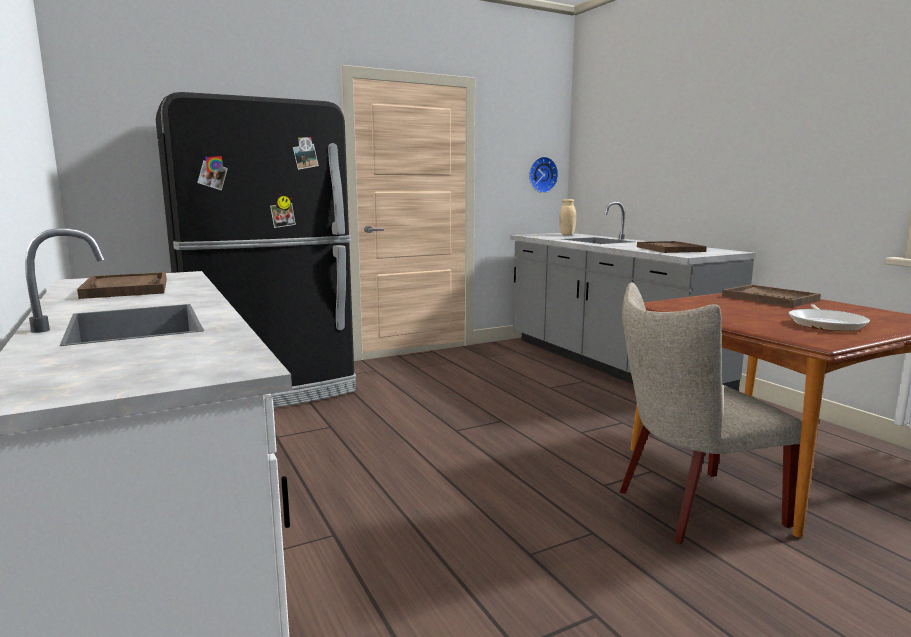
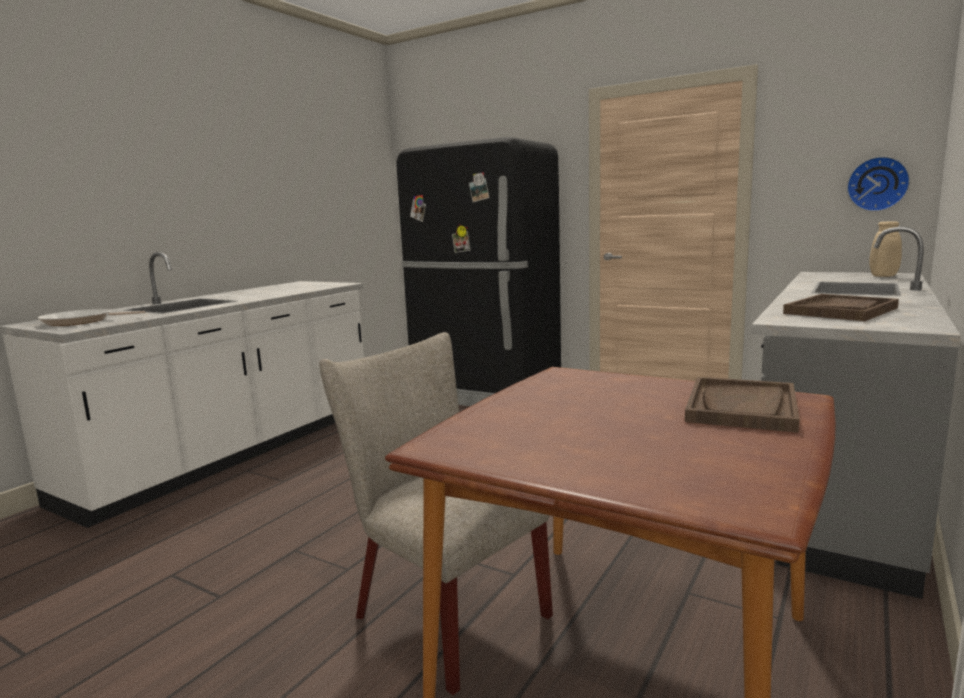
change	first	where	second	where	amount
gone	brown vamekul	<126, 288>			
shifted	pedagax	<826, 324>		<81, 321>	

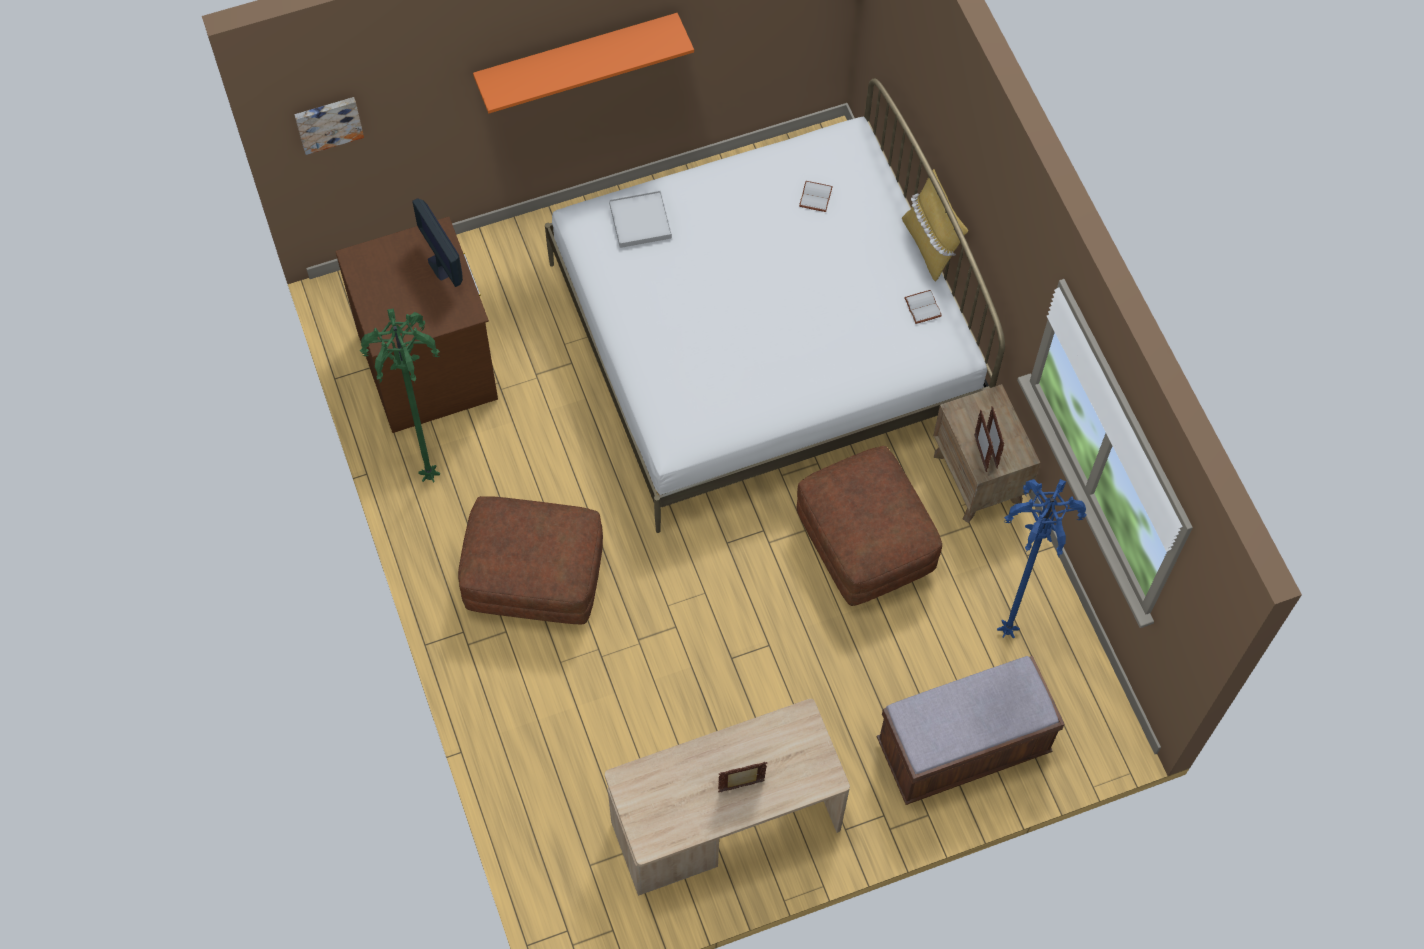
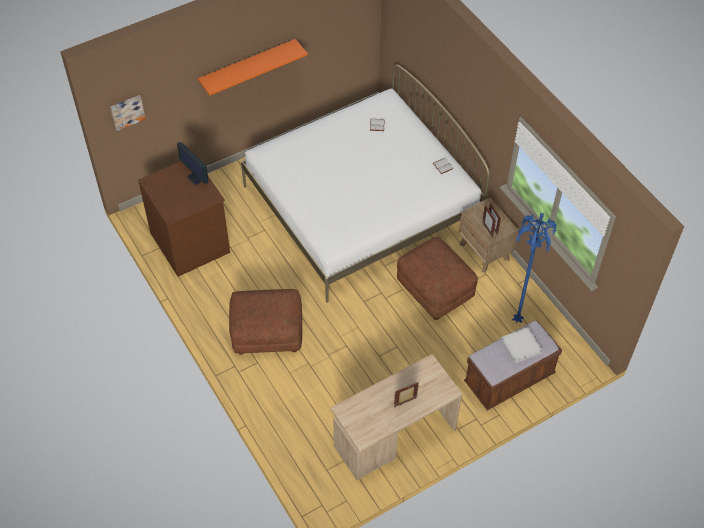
change	first	where	second	where	amount
gone	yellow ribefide	<930, 246>			
shifted	white vamekul	<640, 221>		<521, 346>	
gone	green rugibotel	<432, 476>			

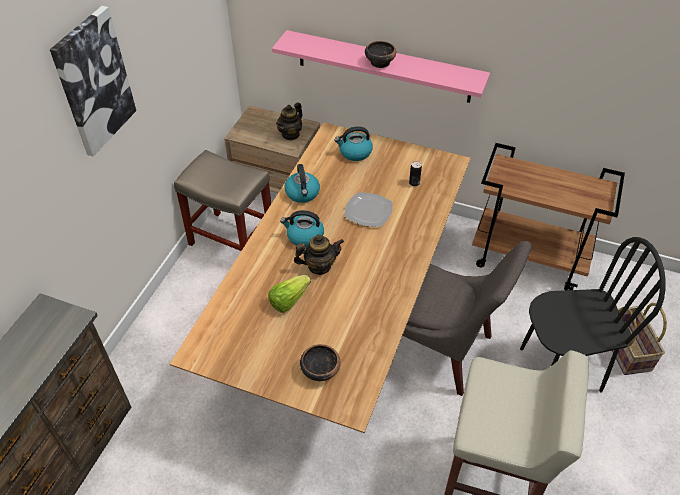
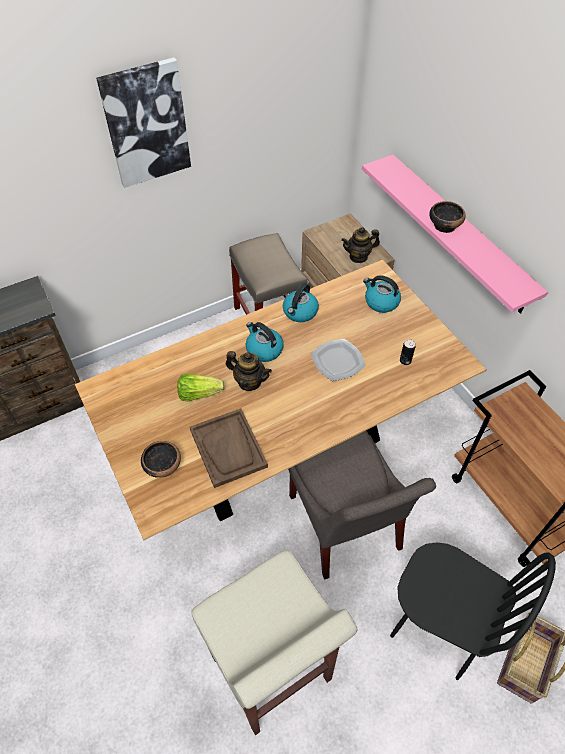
change	first	where	second	where	amount
new			brown vamekul	<228, 448>	

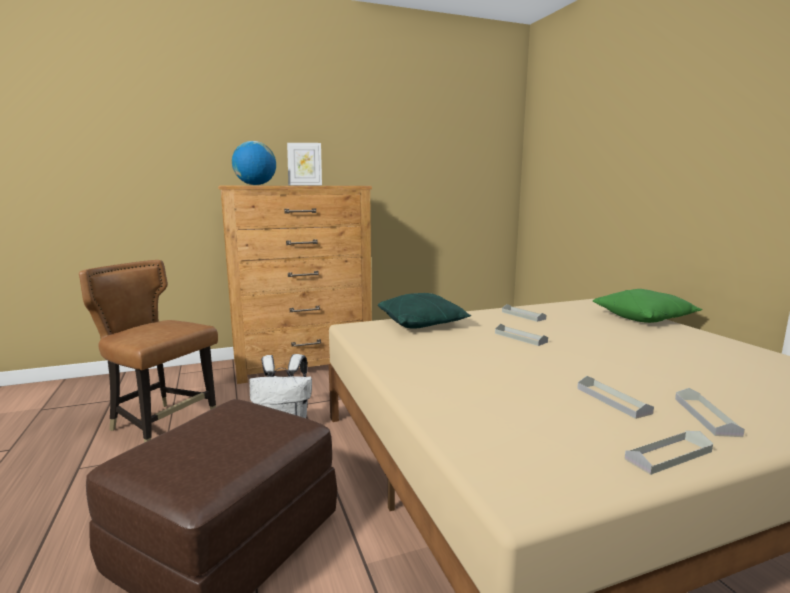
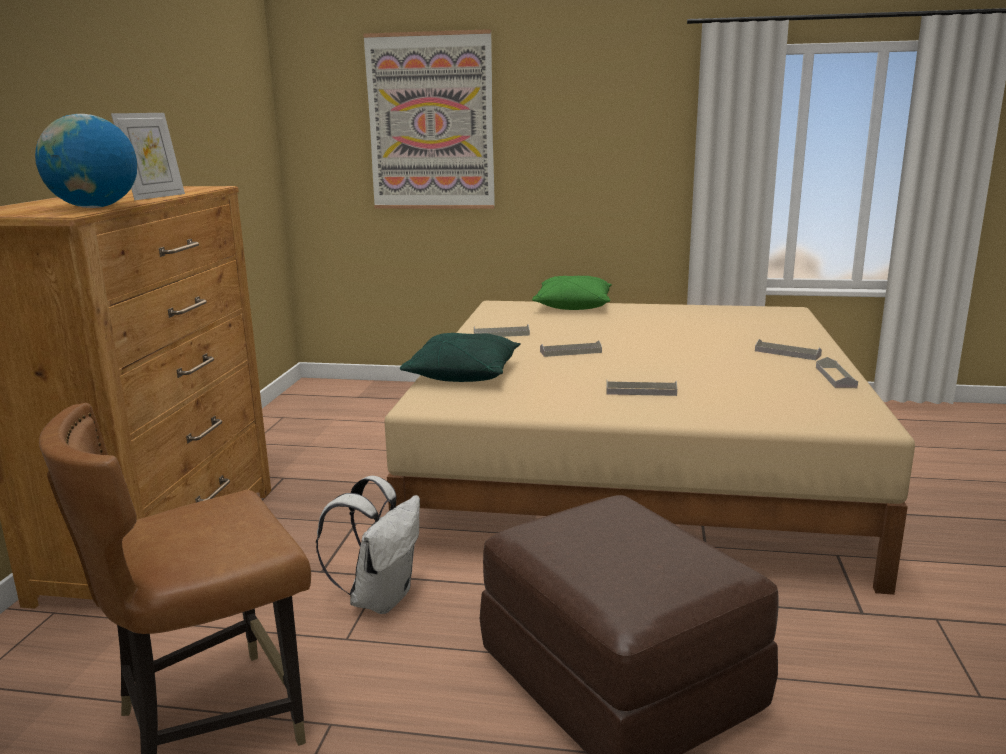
change	first	where	second	where	amount
shifted	grey vamekul	<612, 400>		<641, 391>	
new			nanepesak	<430, 122>	

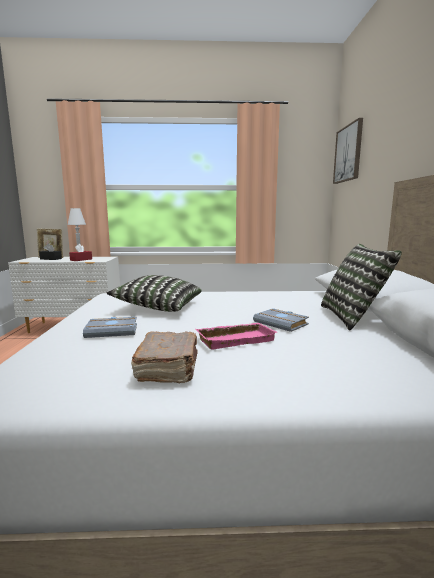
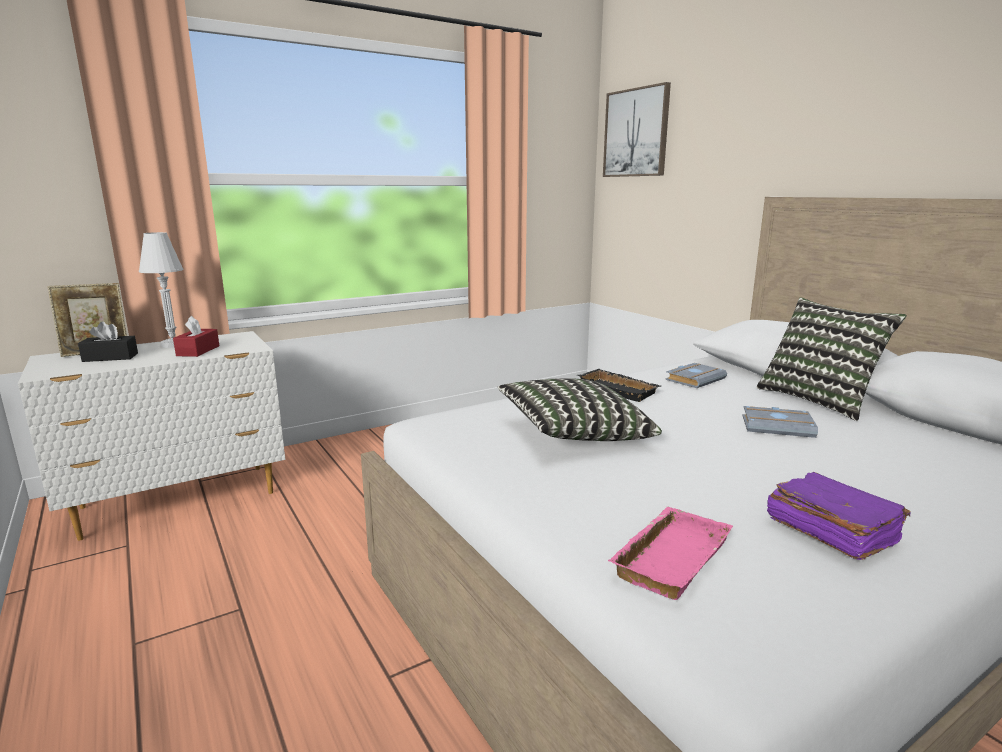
change	first	where	second	where	amount
shifted	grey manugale	<113, 331>		<694, 379>	
shifted	pink vamekul	<235, 339>		<669, 556>	
repainted	brown manugale	<169, 369>	purple manugale	<829, 531>	
new			black vamekul	<620, 390>	

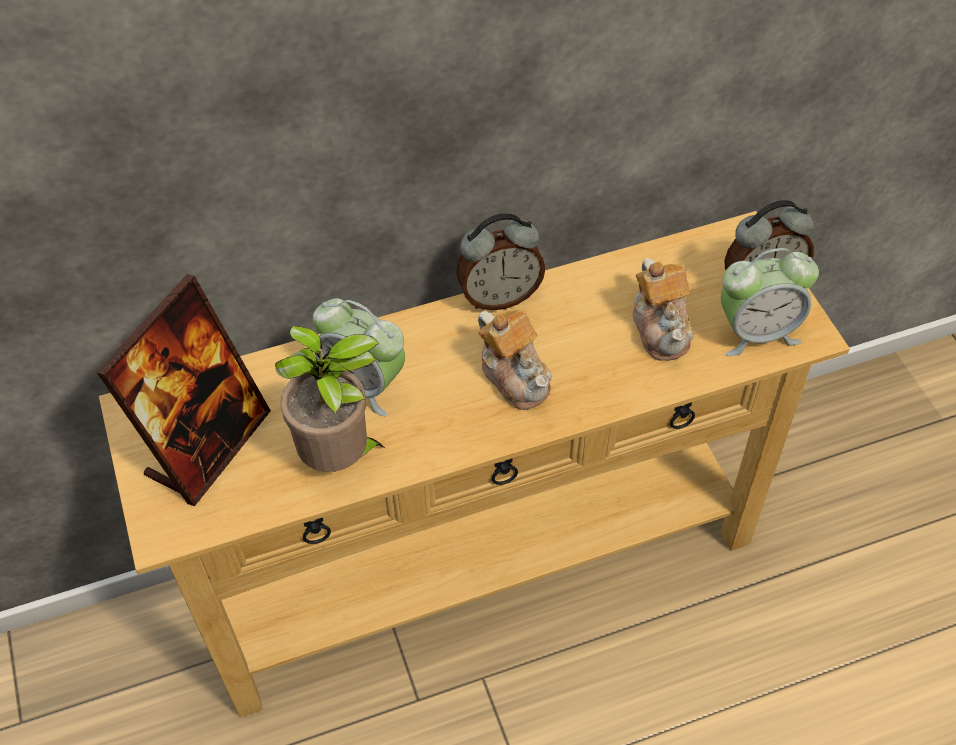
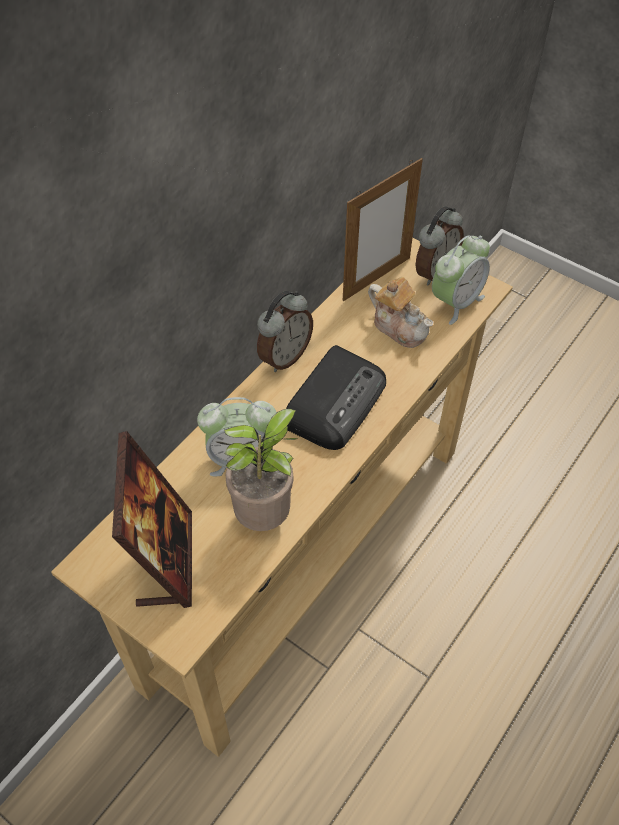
change	first	where	second	where	amount
swapped	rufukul	<515, 376>	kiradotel	<335, 402>	
new			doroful	<376, 278>	

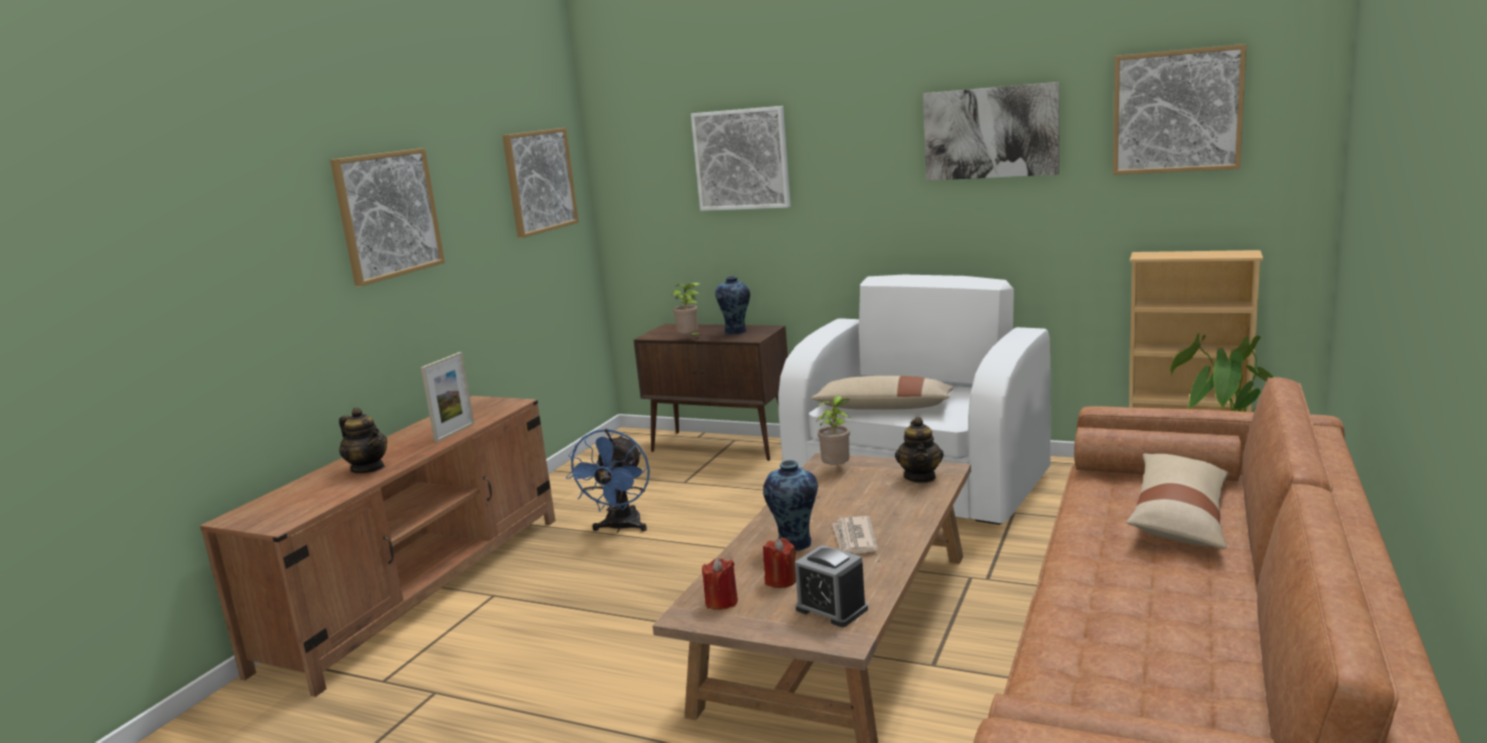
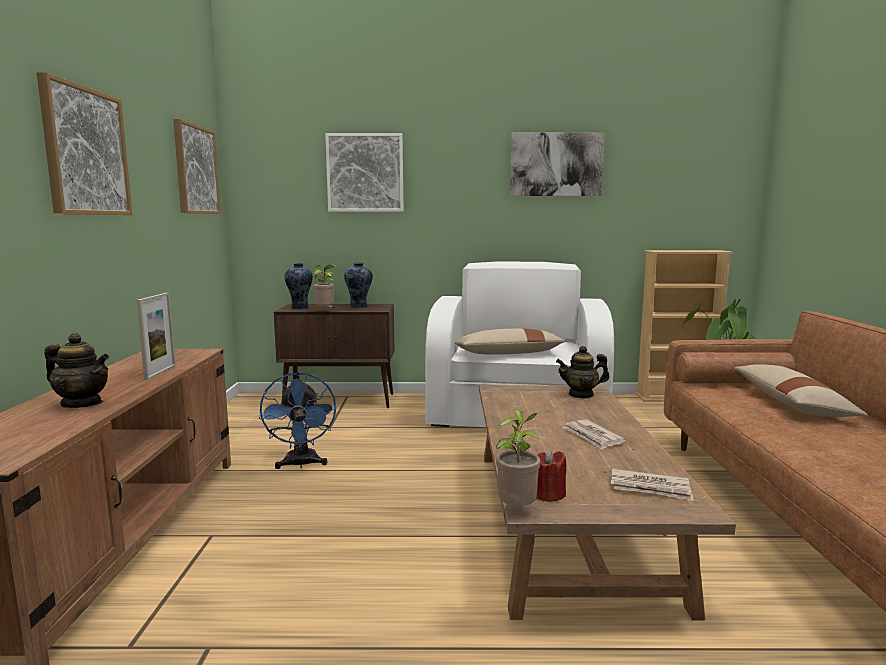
change	first	where	second	where	amount
gone	nanepesak	<1177, 111>			
shifted	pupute	<837, 470>		<517, 511>	
rotated	rufukul	<920, 477>		<581, 394>	105 degrees clockwise
shifted	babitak	<794, 544>		<300, 308>	
gone	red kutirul	<780, 580>			
swapped	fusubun	<831, 609>	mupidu	<650, 488>	

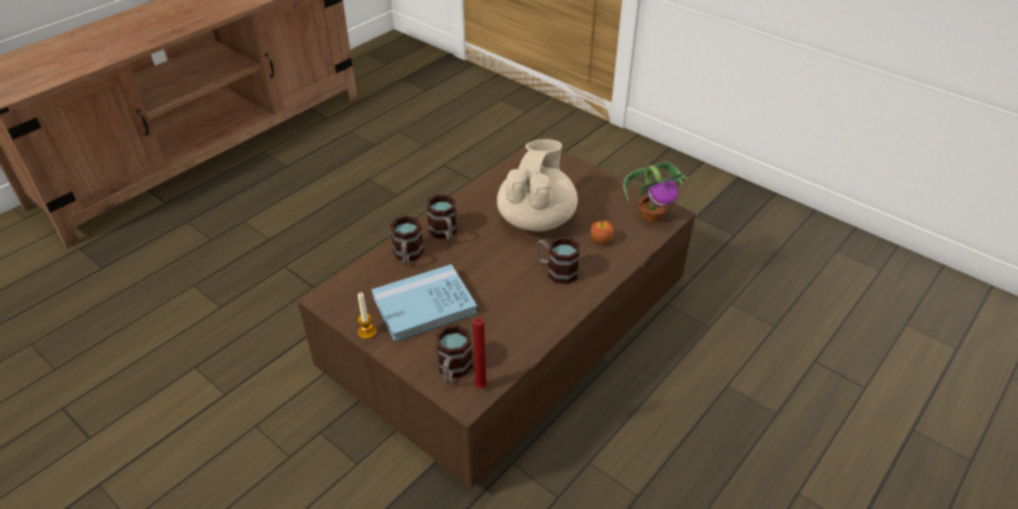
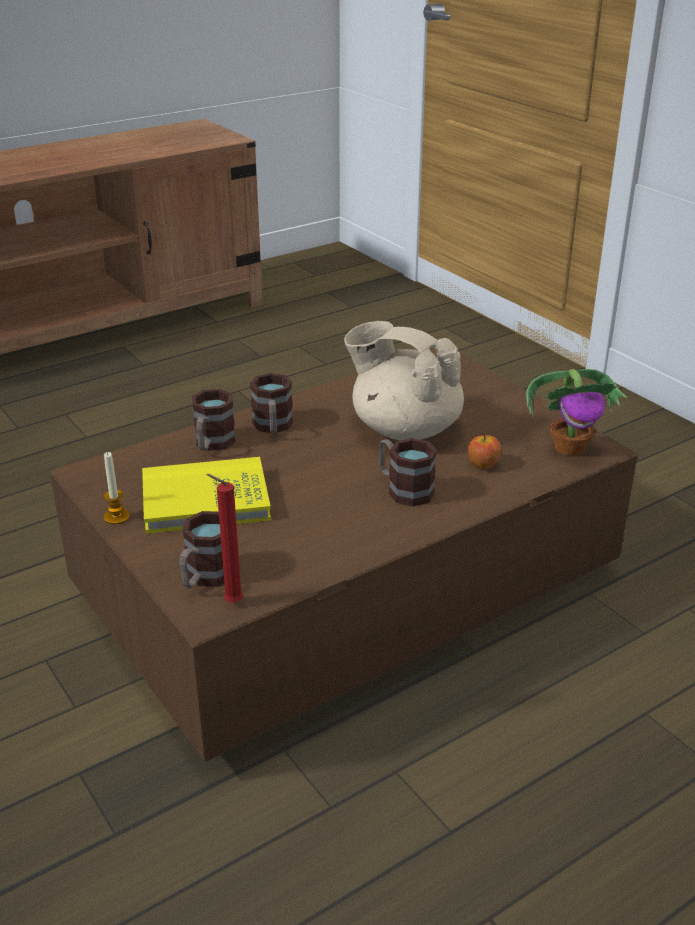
change	first	where	second	where	amount
rotated	beige rufukul	<536, 218>		<404, 428>	90 degrees counterclockwise
repainted	blue manugale	<424, 305>	yellow manugale	<205, 500>	

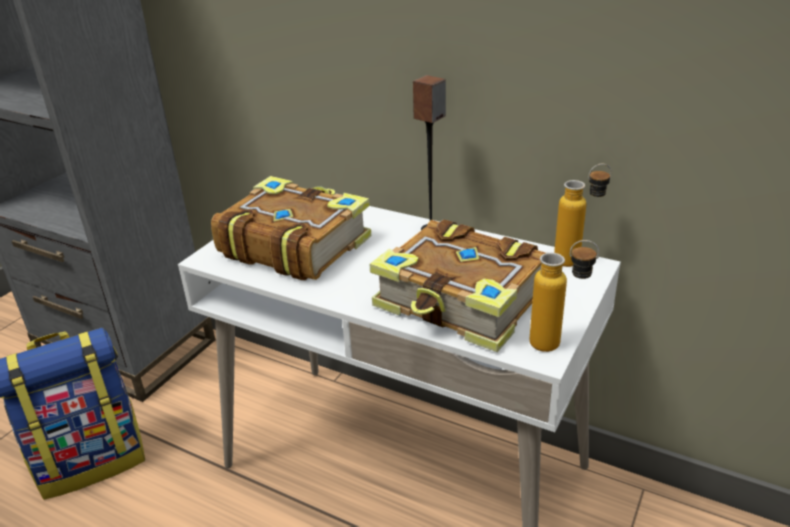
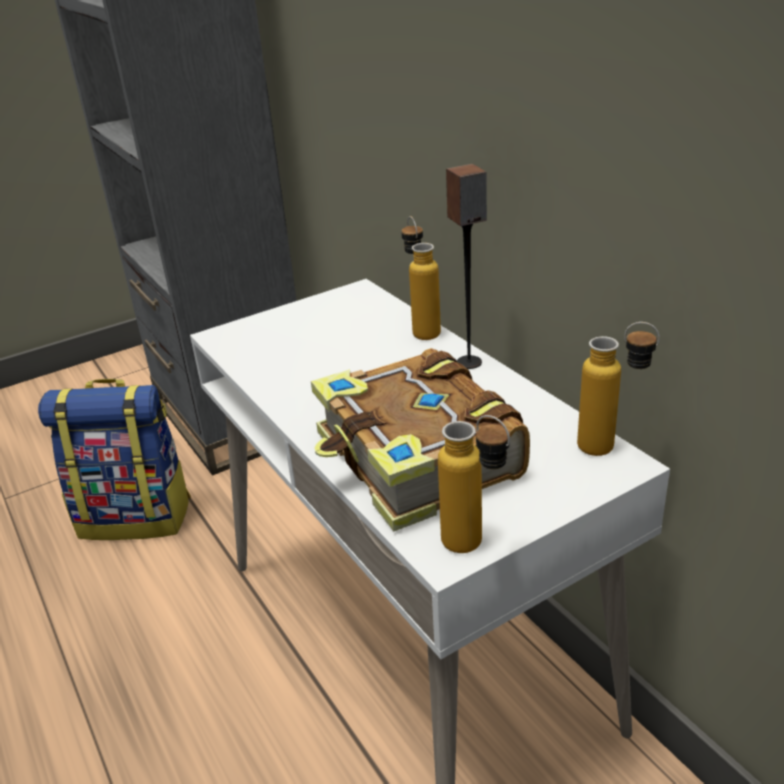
change	first	where	second	where	amount
gone	manugale	<294, 245>			
new			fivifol	<422, 329>	

